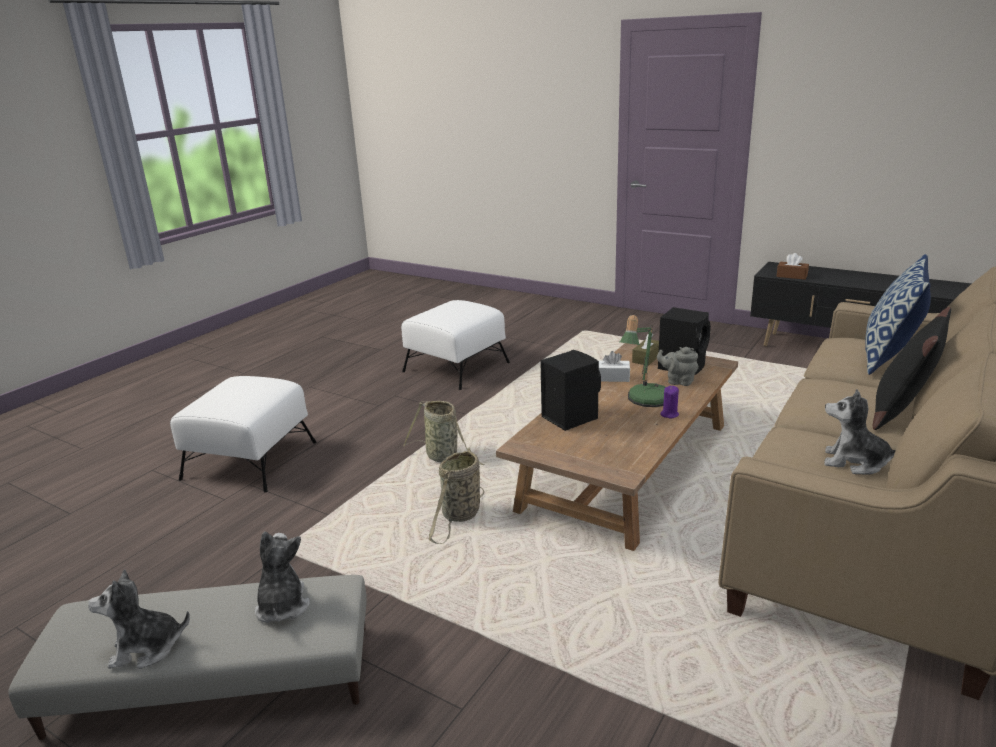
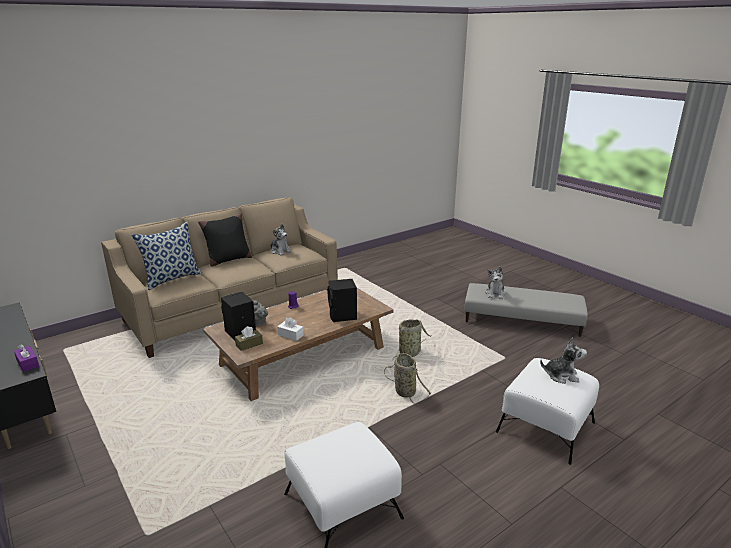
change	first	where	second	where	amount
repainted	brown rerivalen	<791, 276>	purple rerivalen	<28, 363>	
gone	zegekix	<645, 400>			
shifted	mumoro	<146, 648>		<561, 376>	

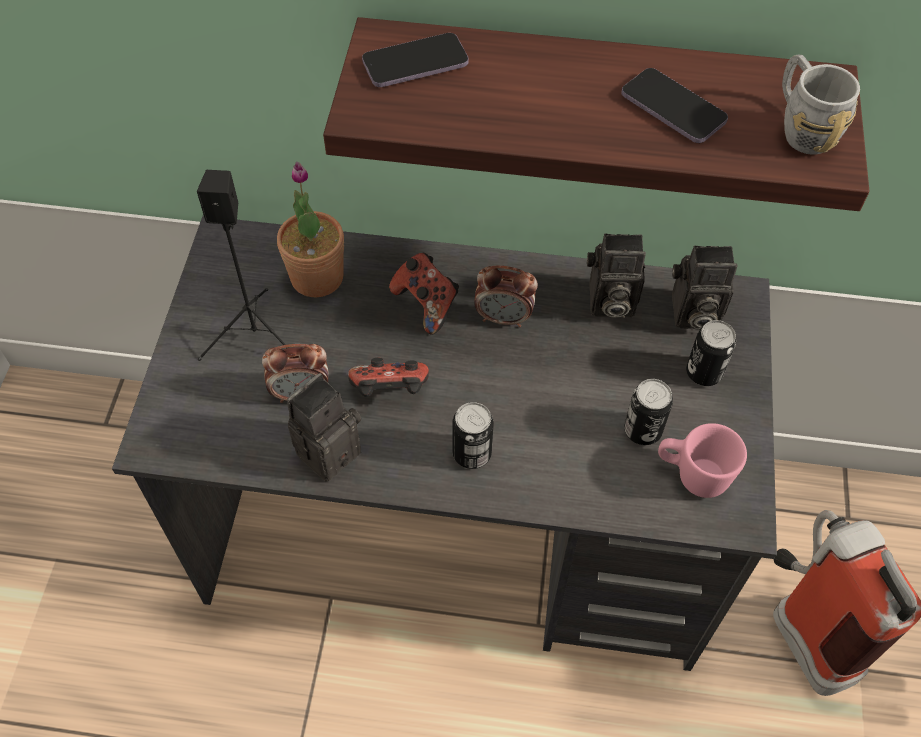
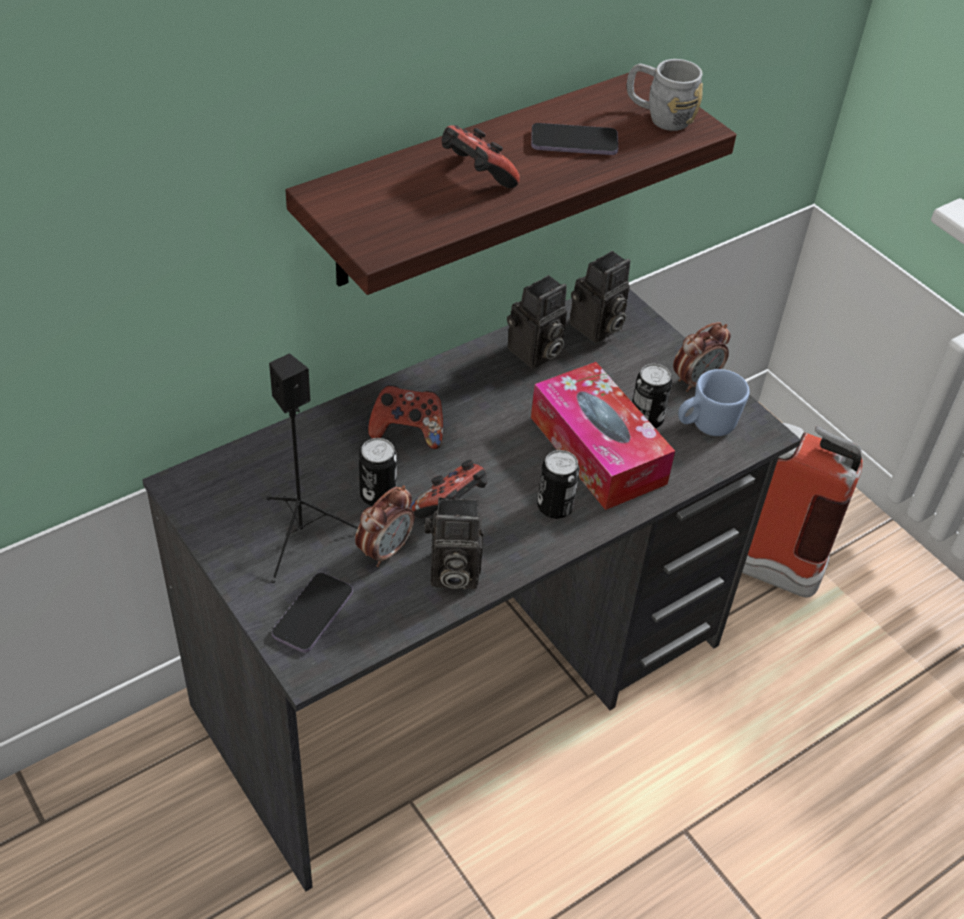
change	first	where	second	where	amount
shifted	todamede	<415, 63>		<313, 614>	
gone	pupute	<317, 277>			
shifted	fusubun	<504, 318>		<696, 381>	
shifted	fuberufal	<704, 372>		<378, 495>	
rotated	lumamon	<328, 449>		<451, 573>	90 degrees counterclockwise
repainted	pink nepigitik	<692, 475>	blue nepigitik	<705, 426>	
new			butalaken	<475, 177>	
new			rerivalen	<597, 450>	

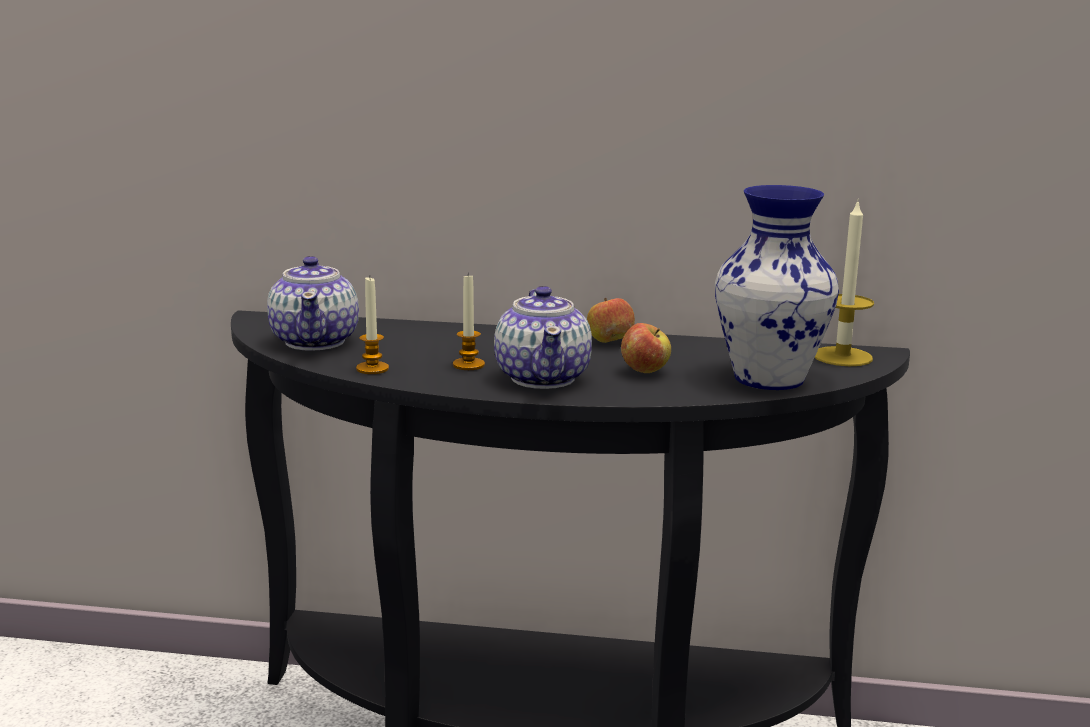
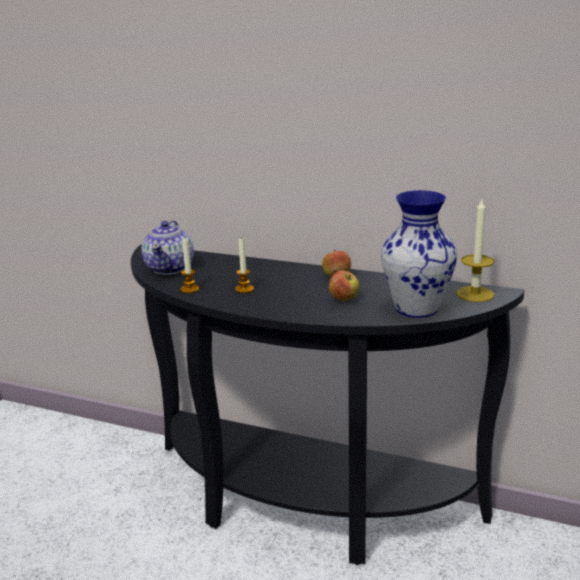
change	first	where	second	where	amount
gone	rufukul	<543, 377>			

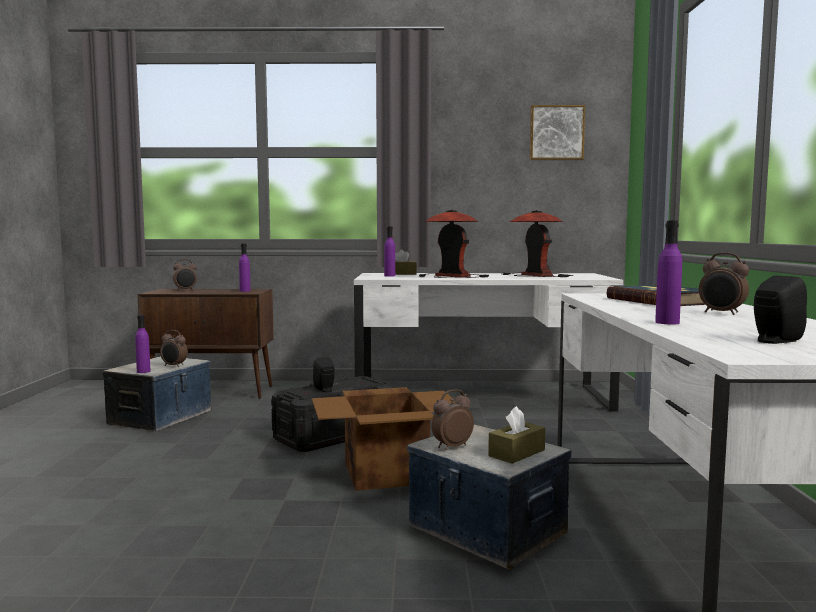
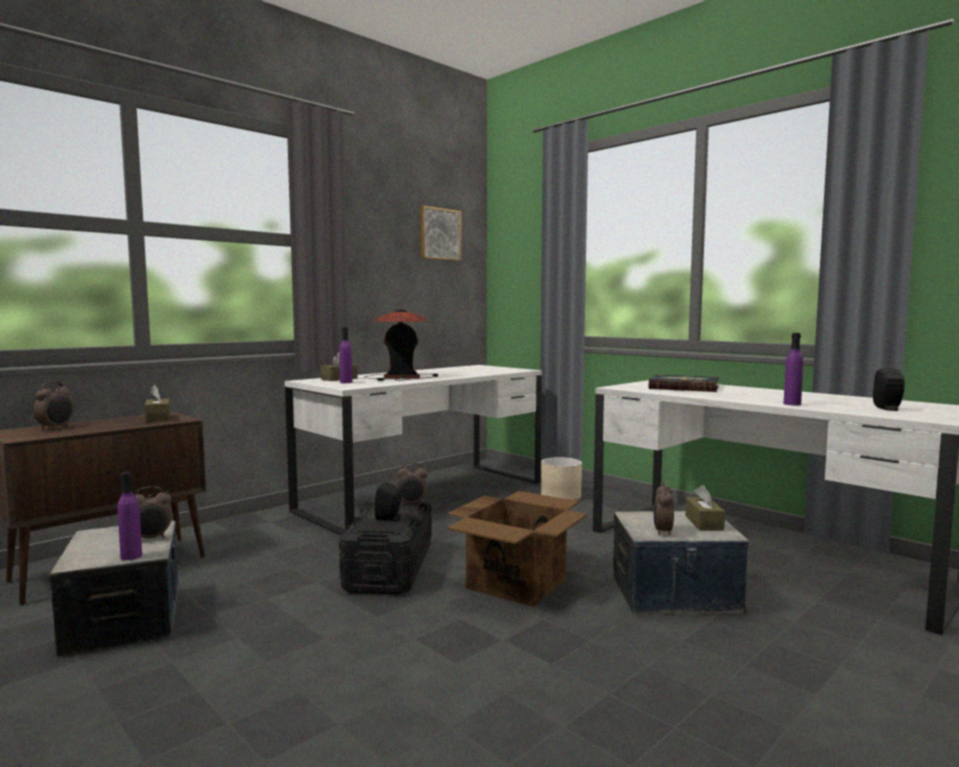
change	first	where	second	where	amount
gone	zegekix	<537, 275>			
swapped	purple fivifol	<245, 291>	brown rerivalen	<158, 418>	
shifted	fusubun	<721, 313>		<412, 504>	
new			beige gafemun	<561, 496>	

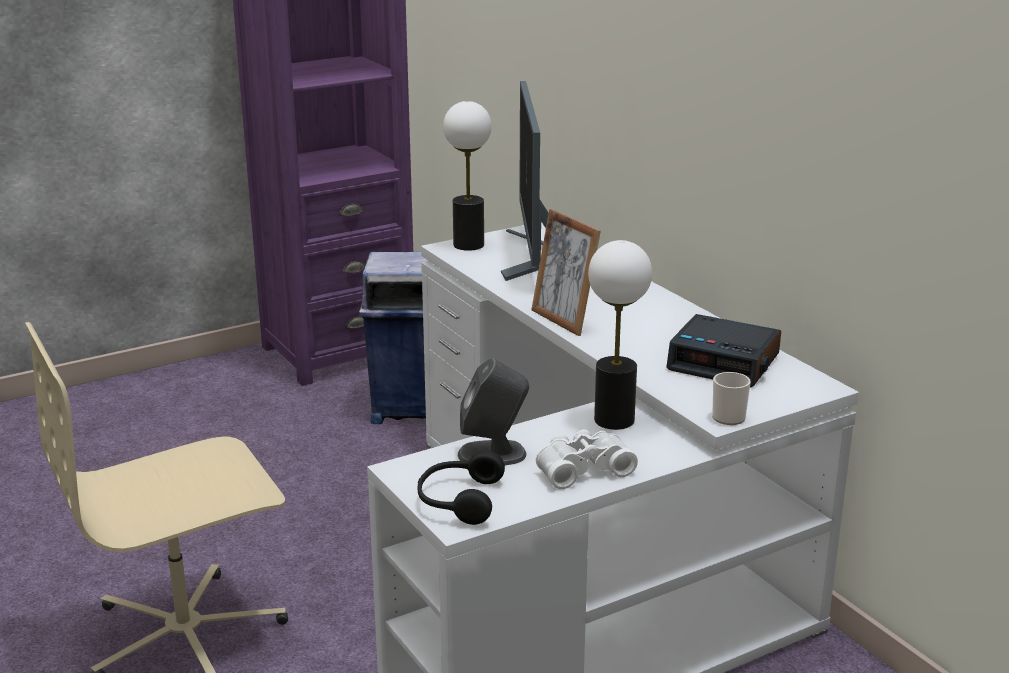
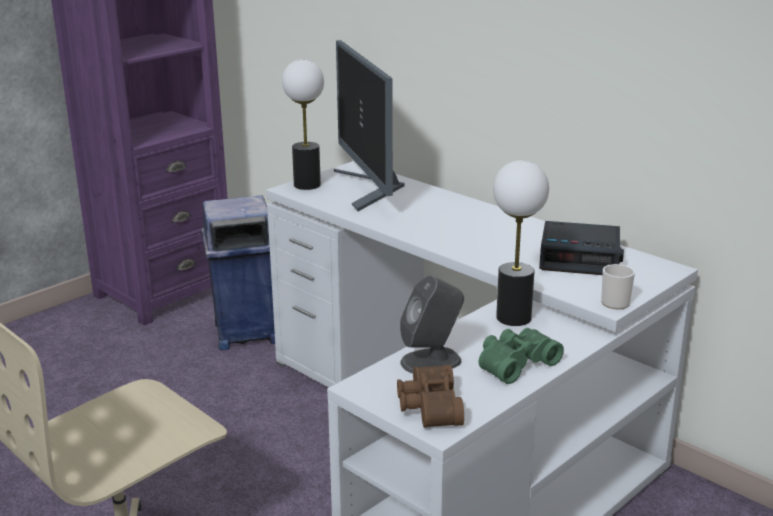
change	first	where	second	where	amount
gone	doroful	<563, 320>			
repainted	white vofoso	<582, 468>	green vofoso	<514, 363>	
swapped	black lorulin	<458, 500>	brown vofoso	<427, 407>	

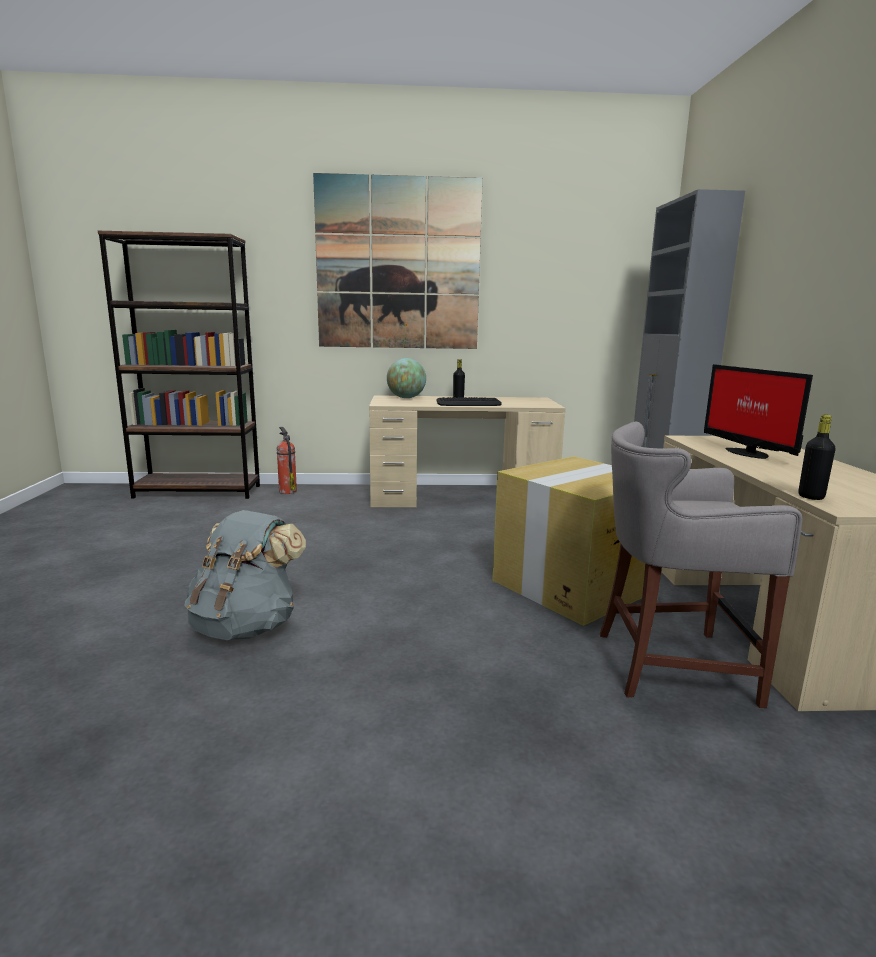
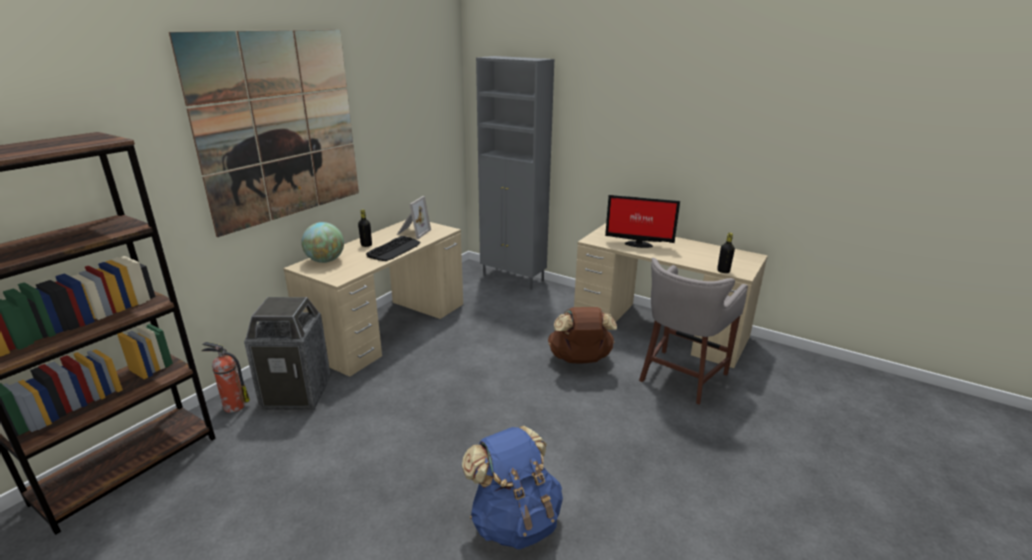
change	first	where	second	where	amount
swapped	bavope	<572, 586>	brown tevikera	<580, 360>	
repainted	grey tevikera	<246, 626>	blue tevikera	<514, 521>	
new			doroful	<412, 232>	
new			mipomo	<297, 393>	

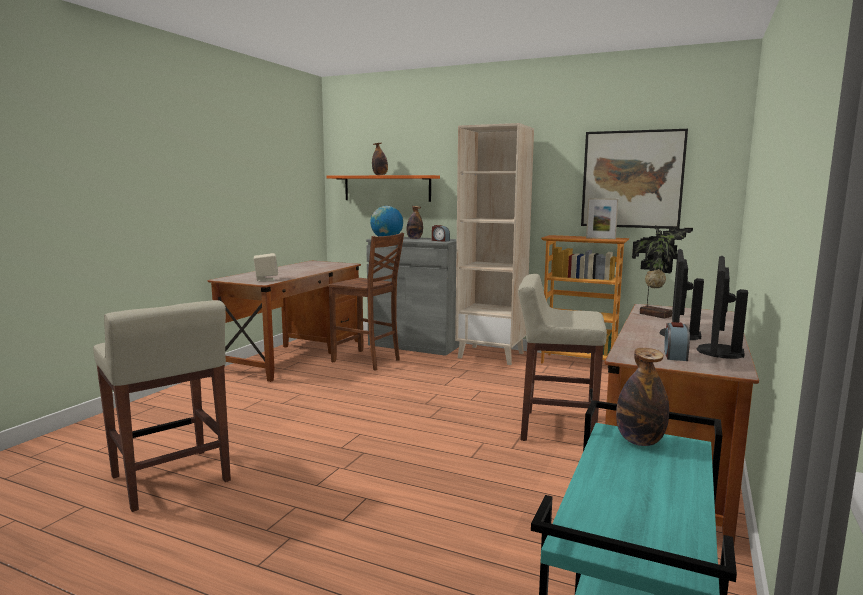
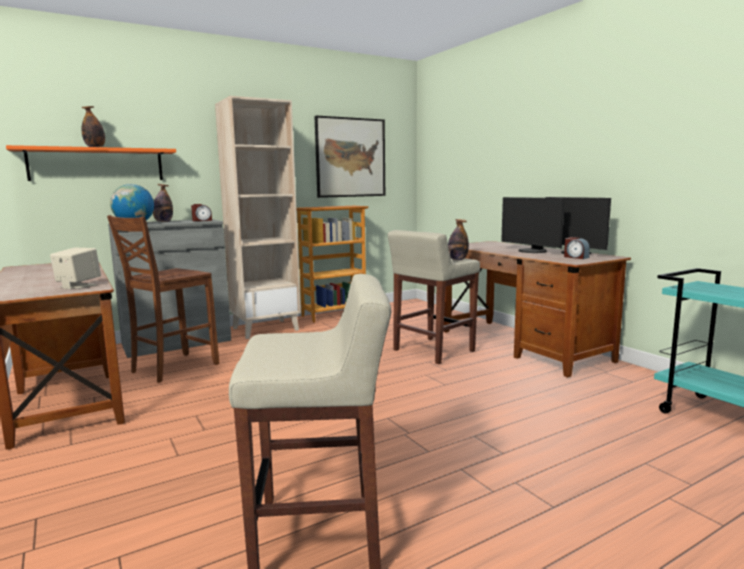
change	first	where	second	where	amount
gone	doroful	<600, 238>			
gone	pupute	<655, 315>			
rotated	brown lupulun	<367, 361>		<172, 368>	150 degrees clockwise
shifted	fivifol	<639, 441>		<457, 260>	

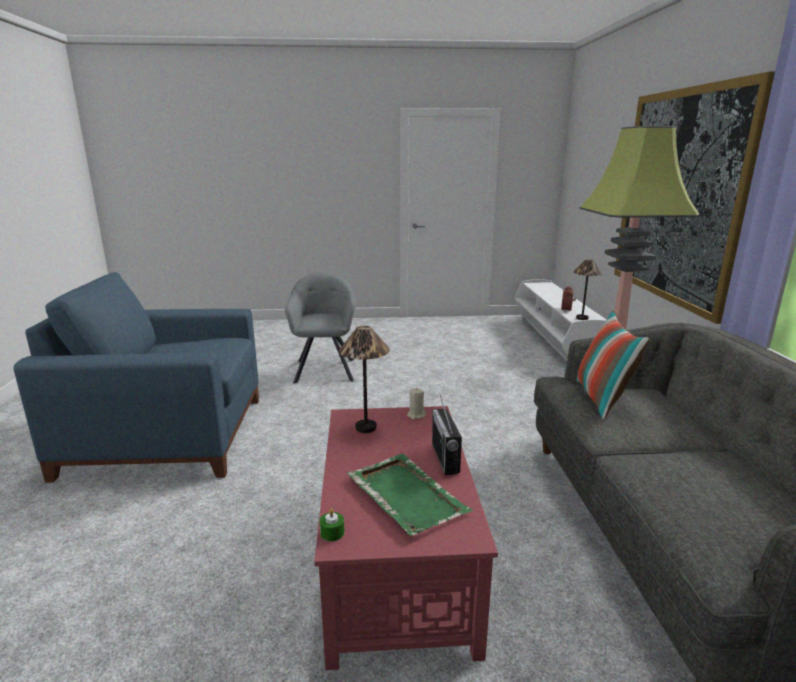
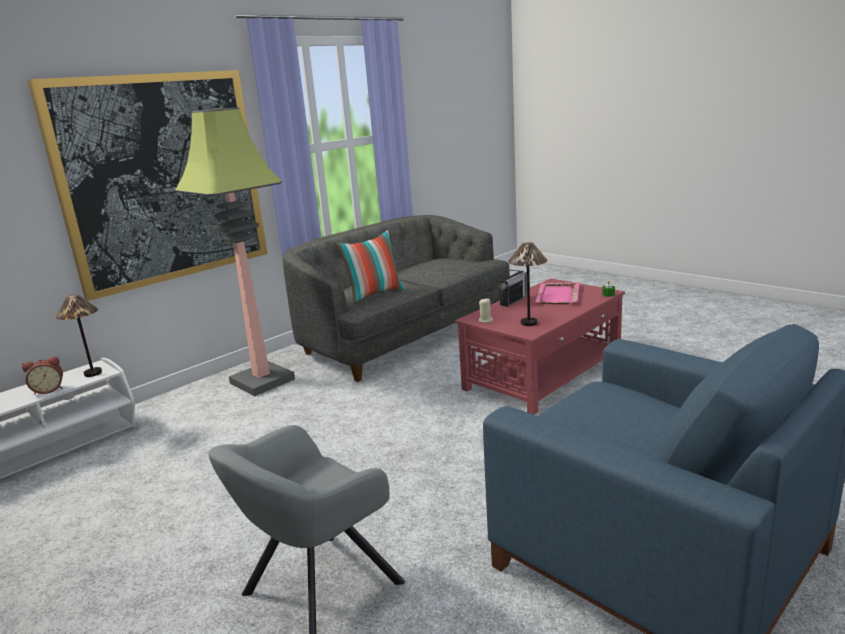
change	first	where	second	where	amount
repainted	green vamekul	<406, 495>	pink vamekul	<557, 296>	

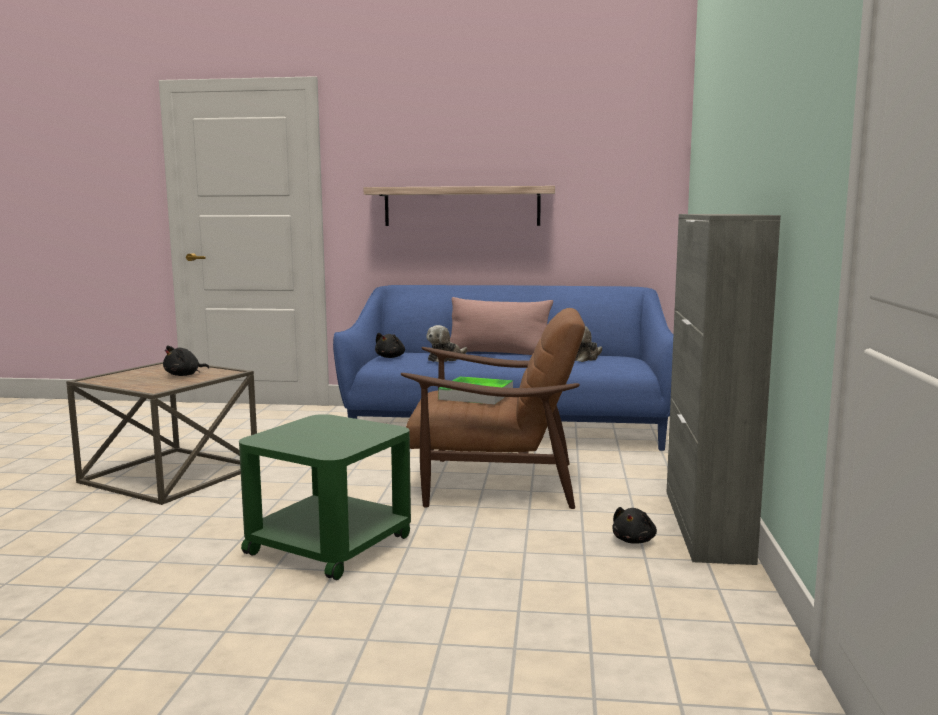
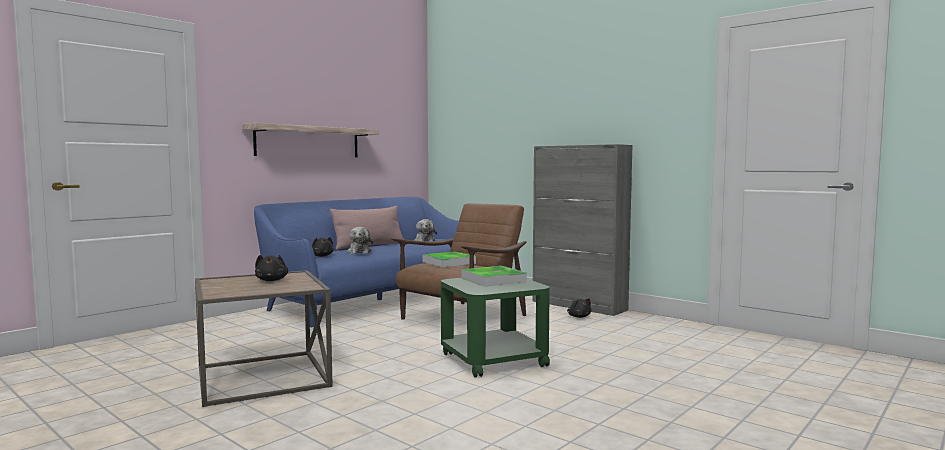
change	first	where	second	where	amount
new			vamekul	<493, 280>	

